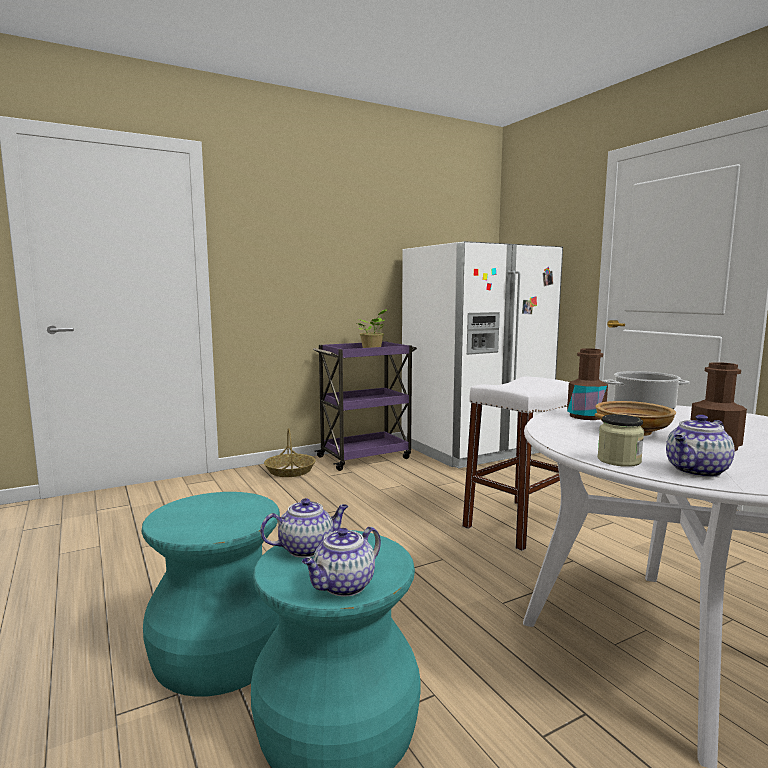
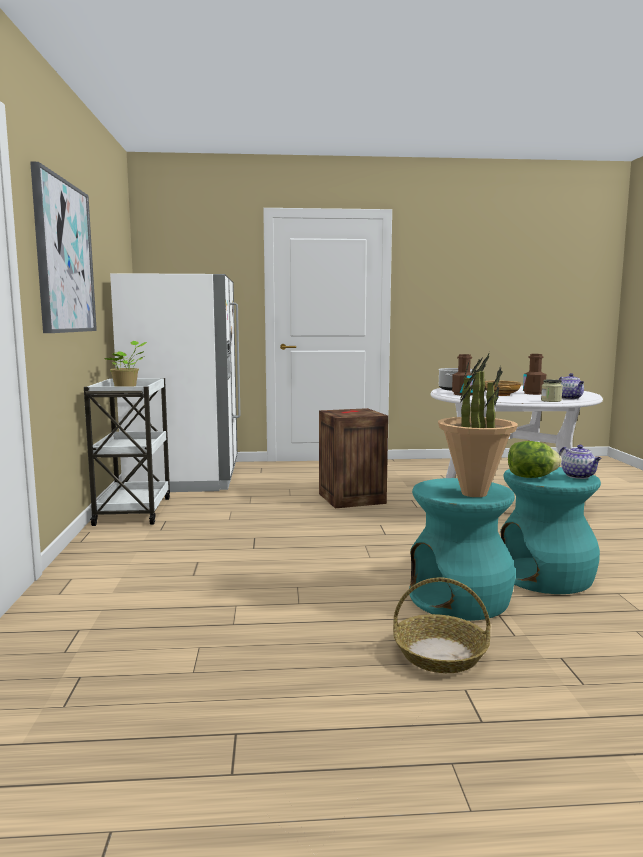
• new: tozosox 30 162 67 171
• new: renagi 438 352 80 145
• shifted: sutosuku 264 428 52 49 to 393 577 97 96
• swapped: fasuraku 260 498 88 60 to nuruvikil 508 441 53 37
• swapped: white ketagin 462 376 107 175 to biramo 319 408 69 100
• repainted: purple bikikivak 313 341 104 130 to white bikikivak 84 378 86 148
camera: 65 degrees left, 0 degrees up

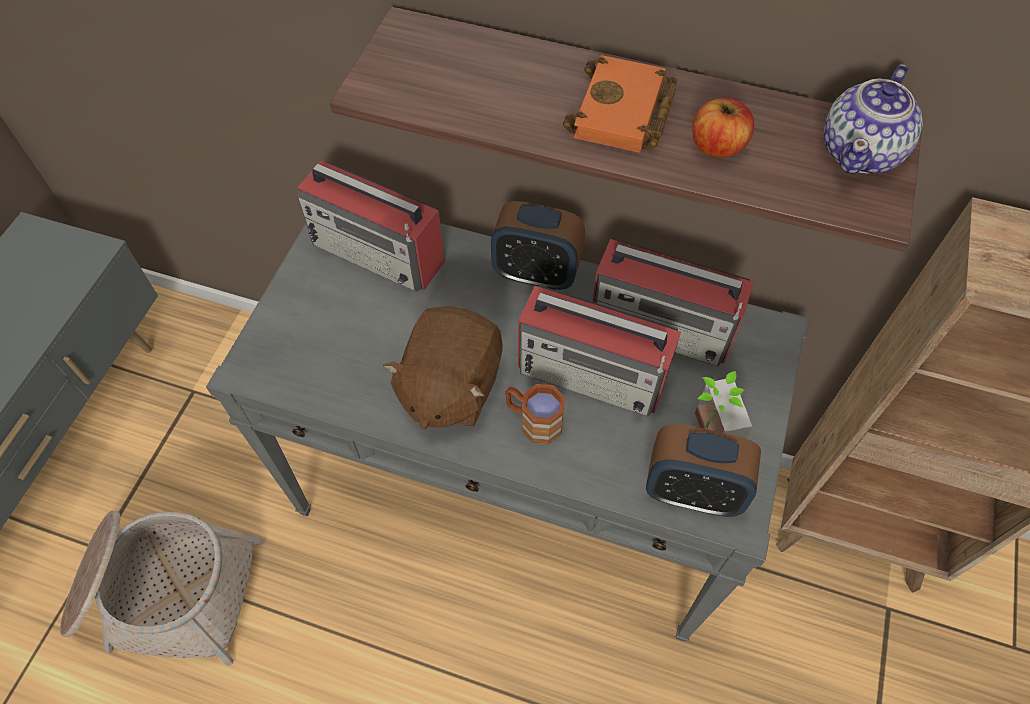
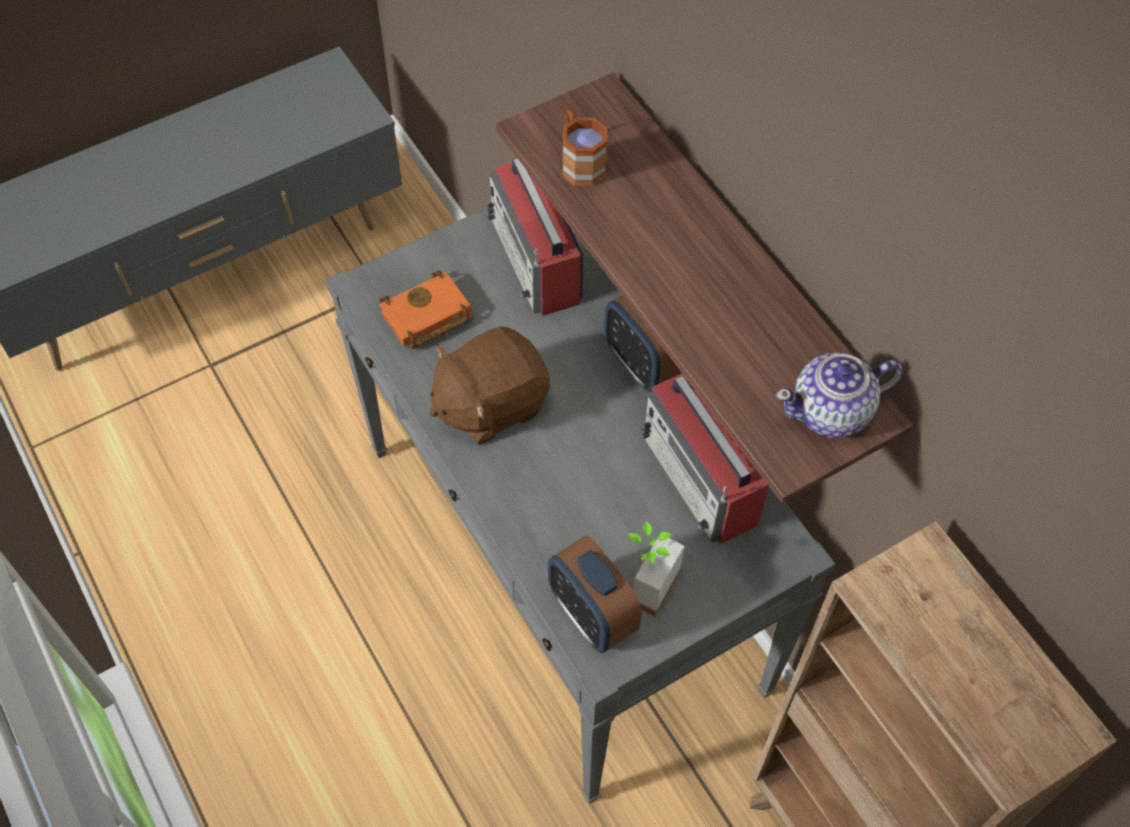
• gone: sutosuku 60 510 204 156
• gone: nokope 518 286 163 131
• gone: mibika 692 98 62 60
• shifted: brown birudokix 505 384 60 60 to 562 108 45 78
• shifted: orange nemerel 563 55 114 98 to 379 270 94 79
camera: 40 degrees right, 0 degrees up

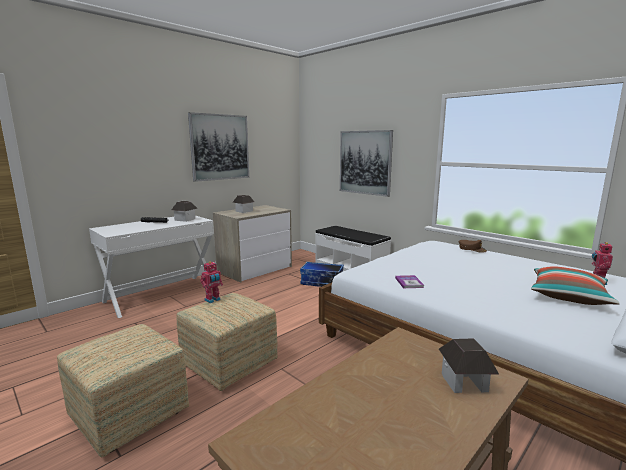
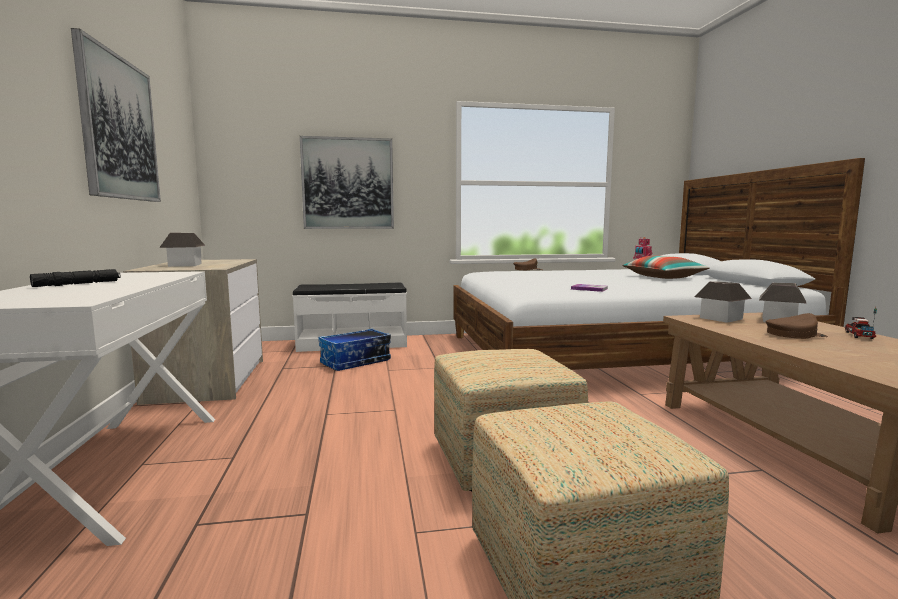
• gone: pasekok 200 261 23 42
• new: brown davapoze 766 313 62 26
• new: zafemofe 845 307 32 32
• shifted: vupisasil 172 201 25 21 to 694 282 58 41
camera: 55 degrees left, 5 degrees down

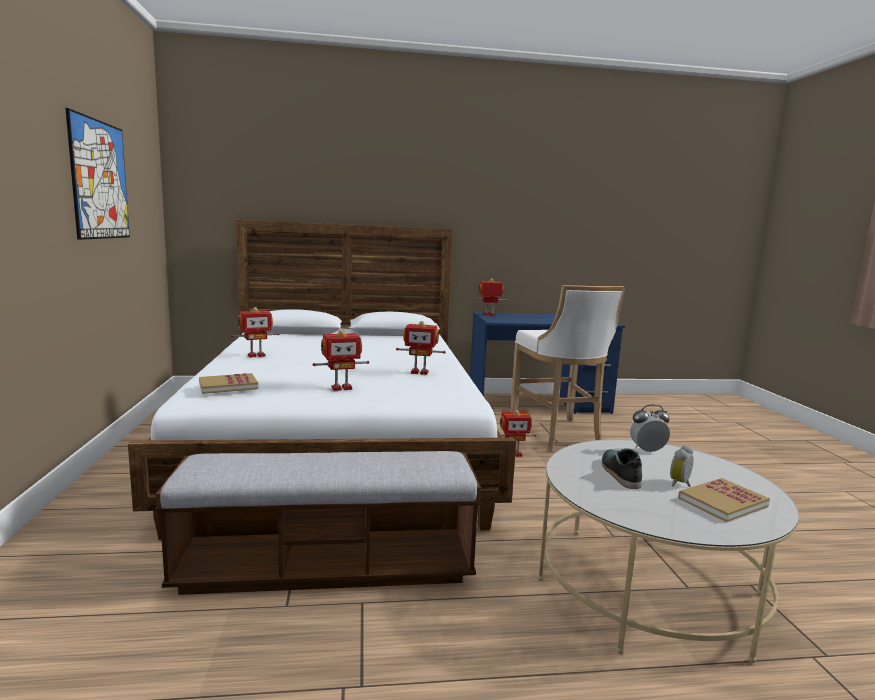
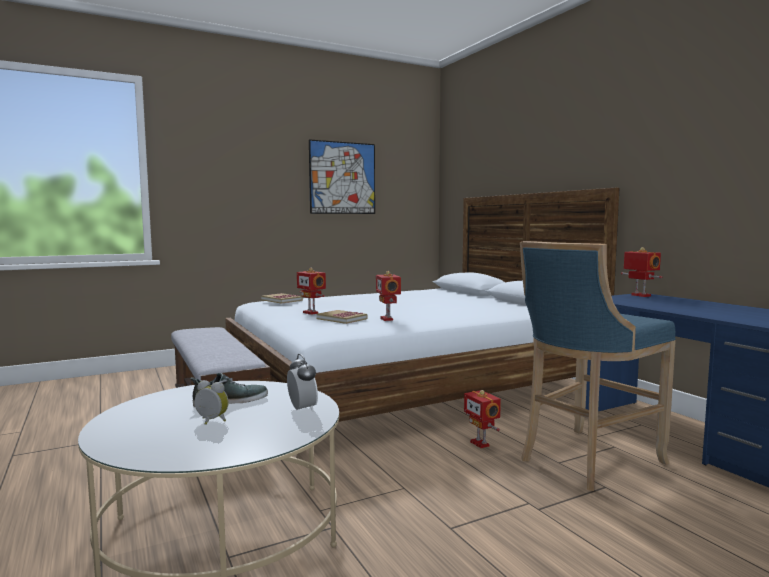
• gone: pasekok 231 307 48 51
• shifted: nemerel 678 478 92 44 to 316 310 52 14
• repainted: white ketagin 510 285 115 165 to blue ketagin 520 241 156 250
camera: 70 degrees right, 5 degrees down

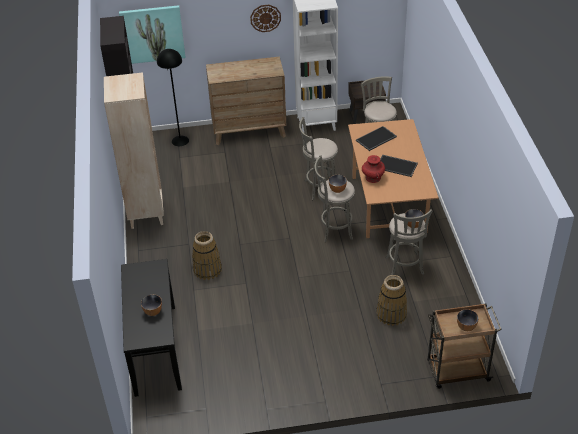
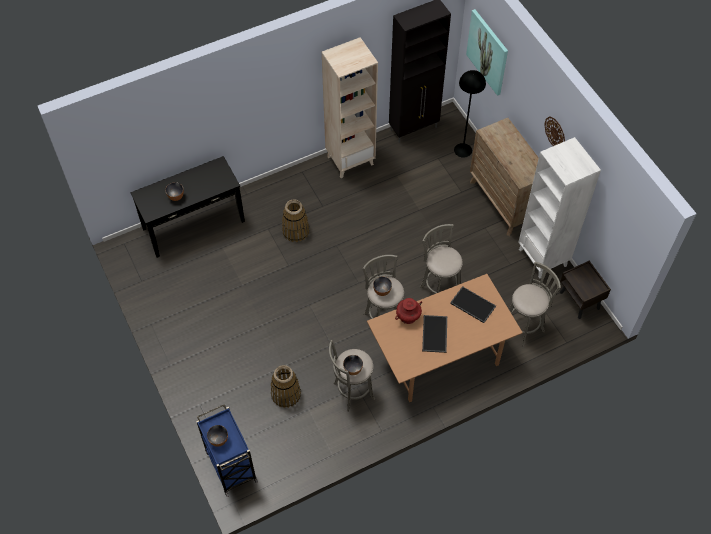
• repainted: brown bikikivak 427 303 75 86 to blue bikikivak 196 404 62 93
camera: 70 degrees right, 15 degrees up

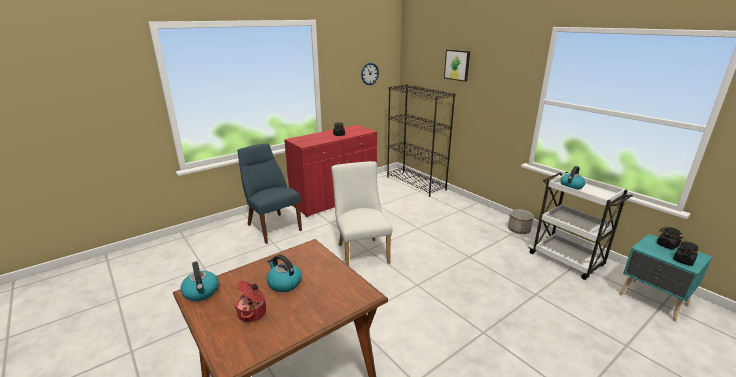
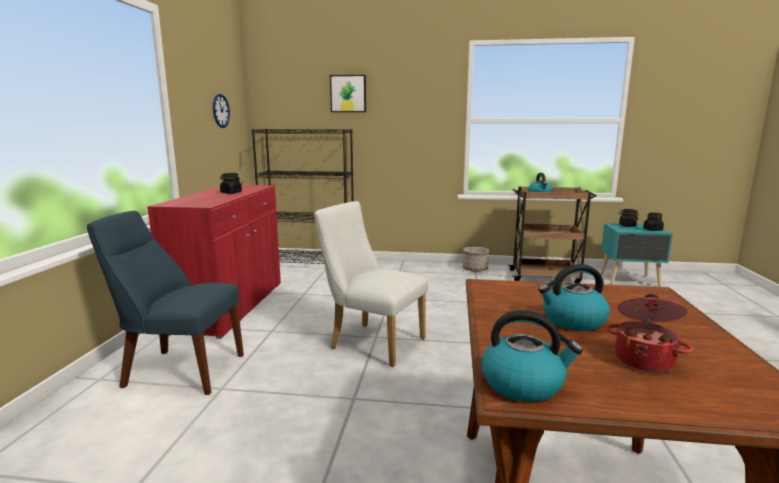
• repainted: white bikikivak 529 172 104 108 to brown bikikivak 508 186 89 98
camera: 45 degrees left, 10 degrees down

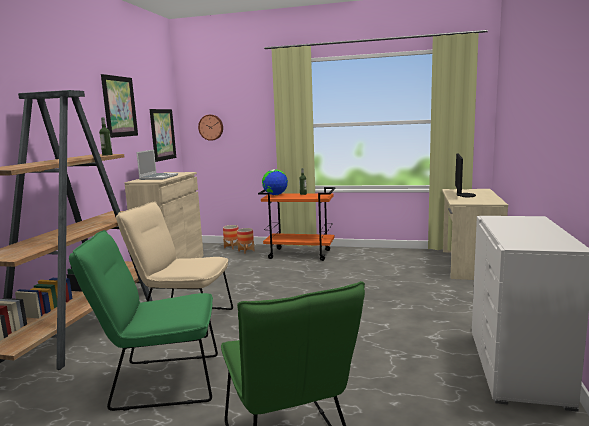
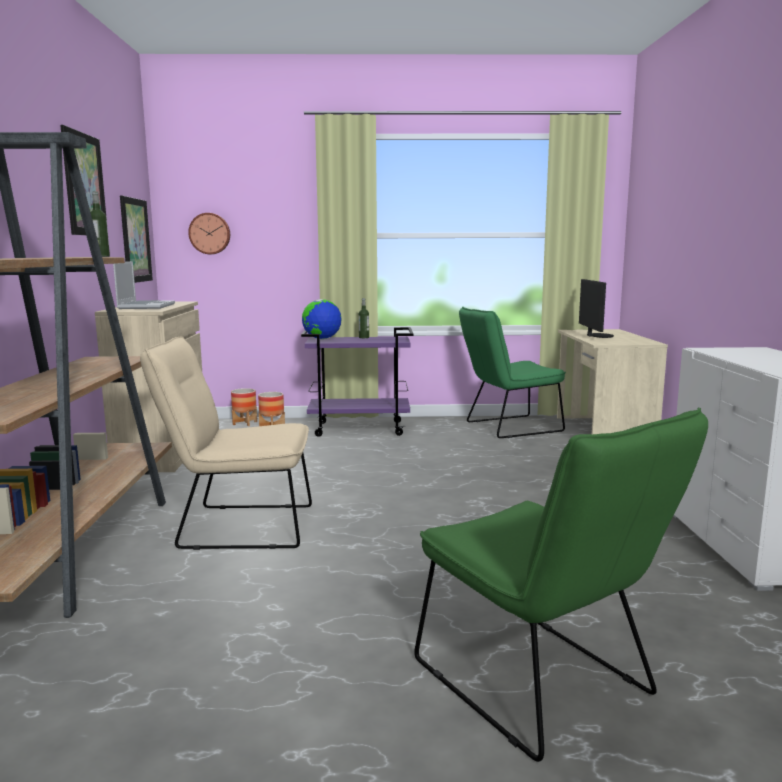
• shifted: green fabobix 69 230 149 181 to 459 307 107 131
• repainted: orange bikikivak 258 187 78 74 to purple bikikivak 301 327 112 110
camera: 15 degrees left, 0 degrees up

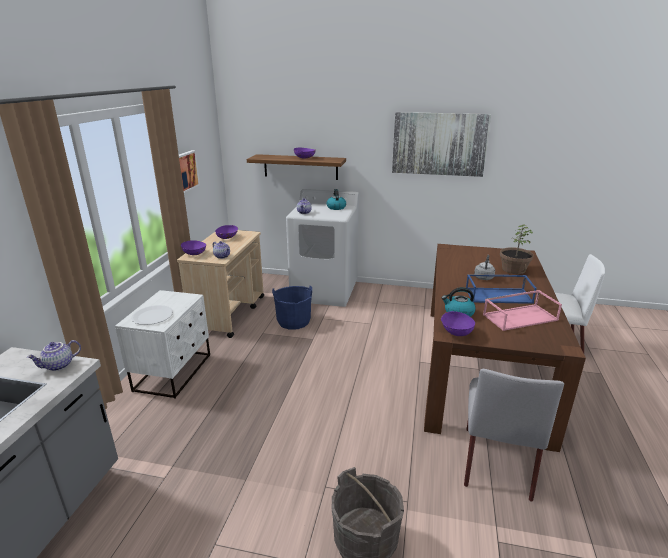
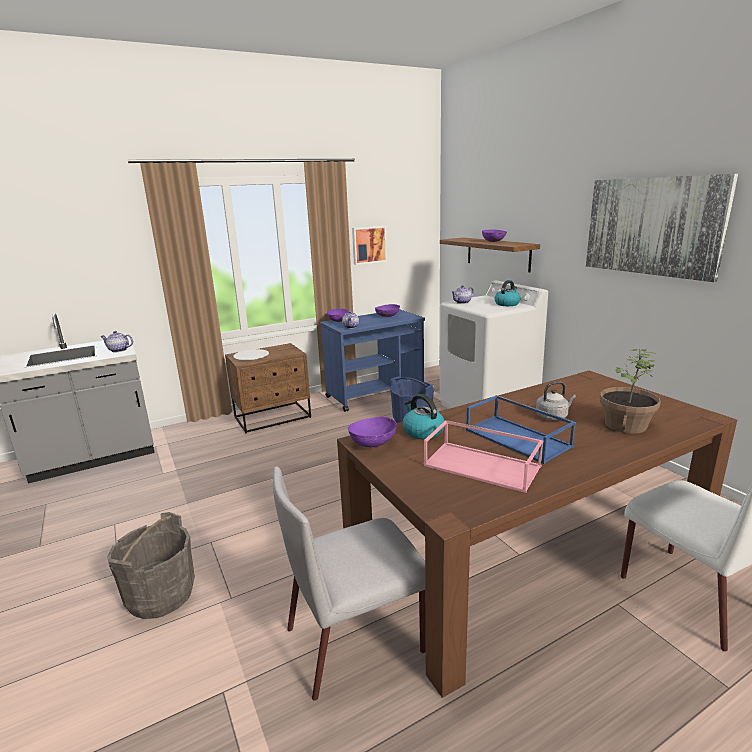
• repainted: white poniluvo 115 290 95 109 to brown poniluvo 225 343 86 90
• repainted: beige bikikivak 177 230 87 108 to blue bikikivak 320 309 105 103
camera: 50 degrees right, 5 degrees down

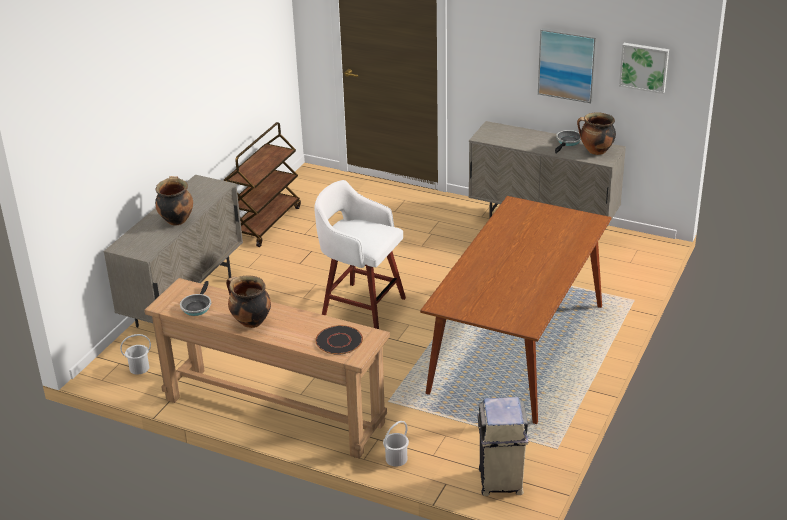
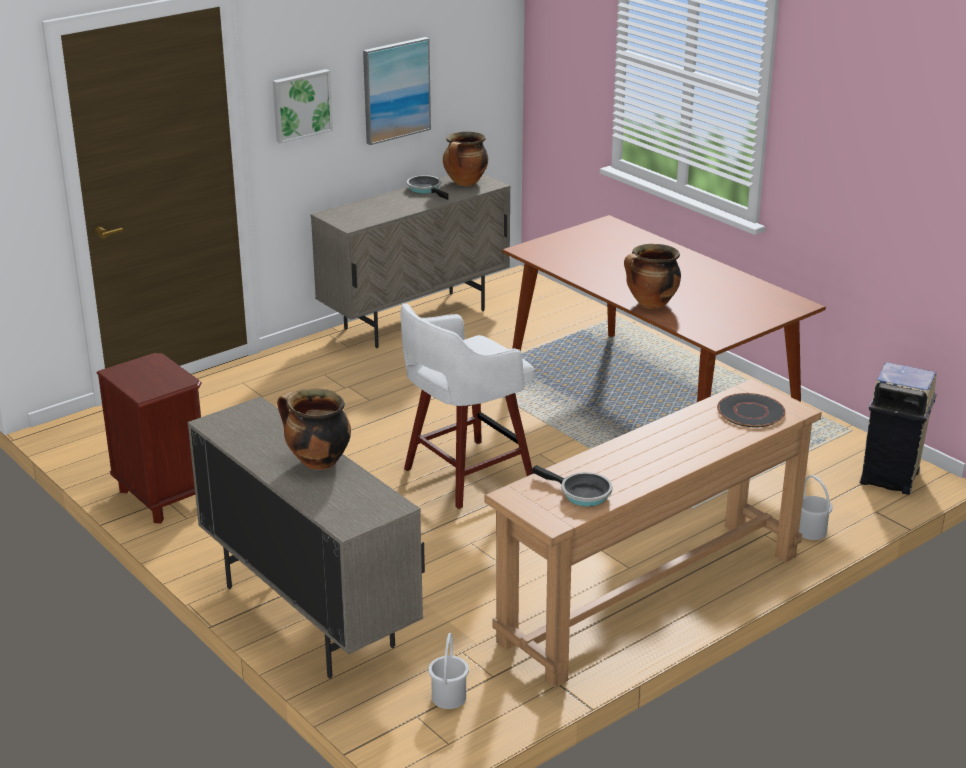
• shifted: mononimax 226 276 45 52 to 624 244 57 65
• shifted: tozosox 619 43 50 51 to 273 69 60 75
• swapped: brown bikikivak 224 122 77 125 to brown poniluvo 97 353 105 170
camera: 65 degrees left, 5 degrees down

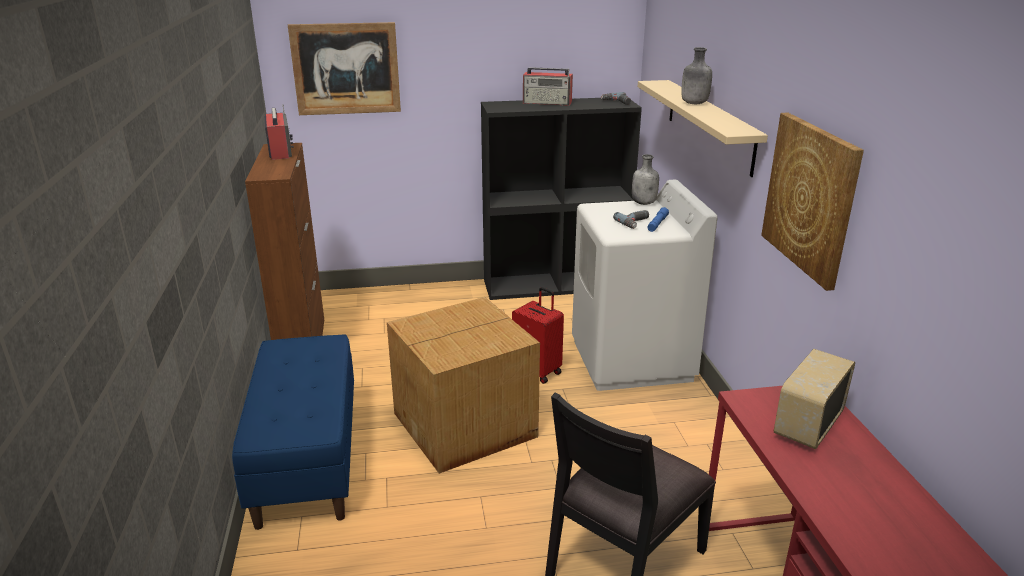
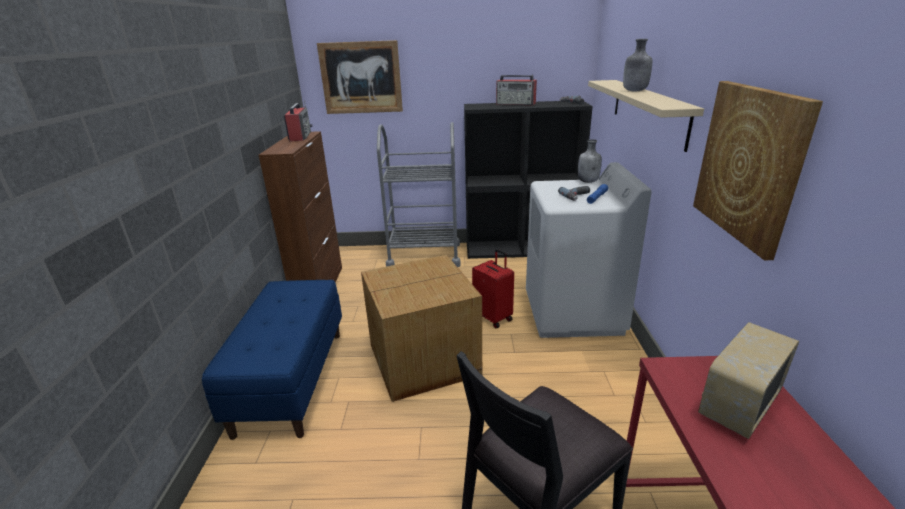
• new: grey bikikivak 377 122 84 145
camera: 10 degrees right, 0 degrees up

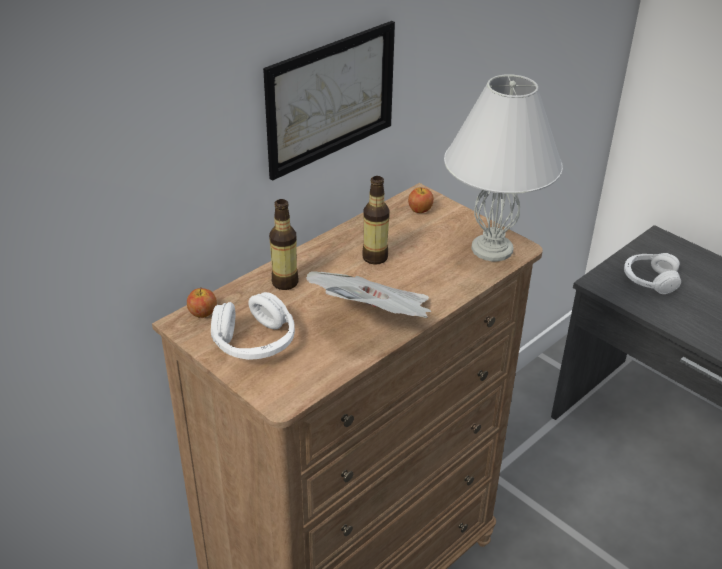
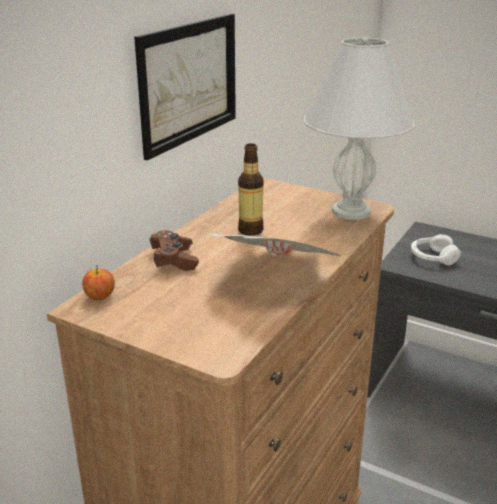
• gone: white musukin 211 292 84 68
• gone: mibika 408 187 26 26
• swapped: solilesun 269 199 29 91 to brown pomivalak 149 230 50 41
camera: 15 degrees left, 10 degrees down

